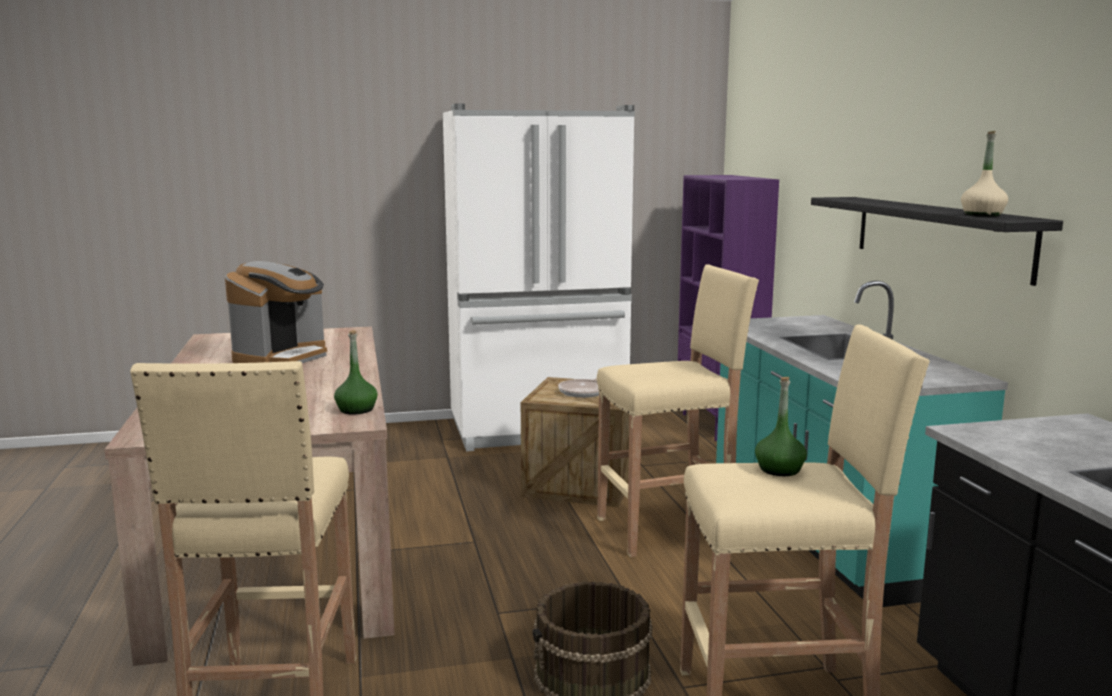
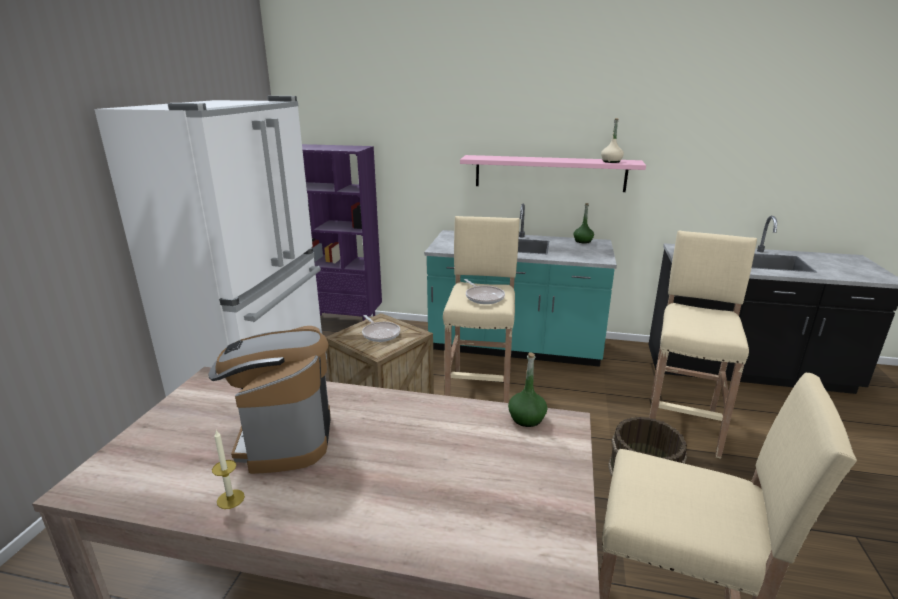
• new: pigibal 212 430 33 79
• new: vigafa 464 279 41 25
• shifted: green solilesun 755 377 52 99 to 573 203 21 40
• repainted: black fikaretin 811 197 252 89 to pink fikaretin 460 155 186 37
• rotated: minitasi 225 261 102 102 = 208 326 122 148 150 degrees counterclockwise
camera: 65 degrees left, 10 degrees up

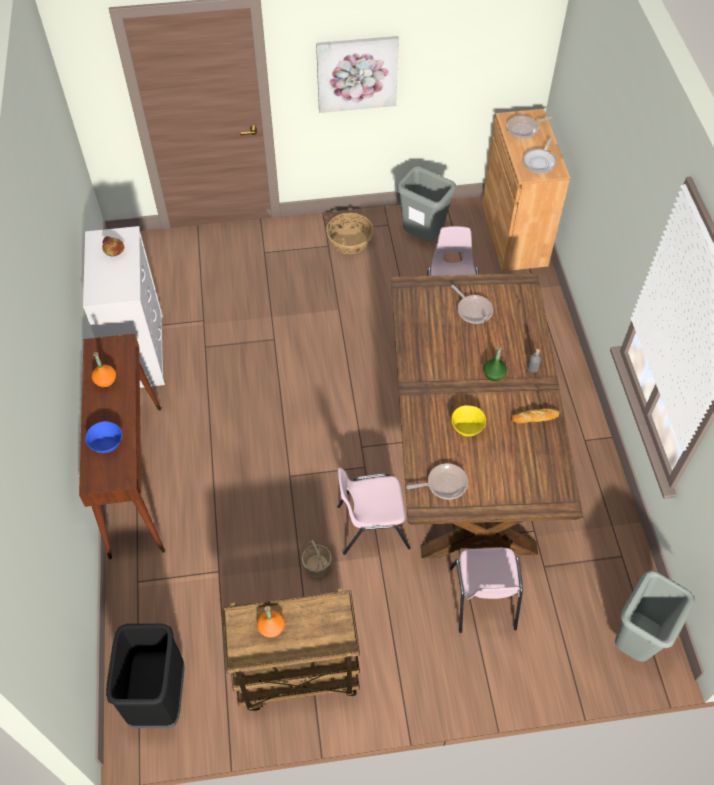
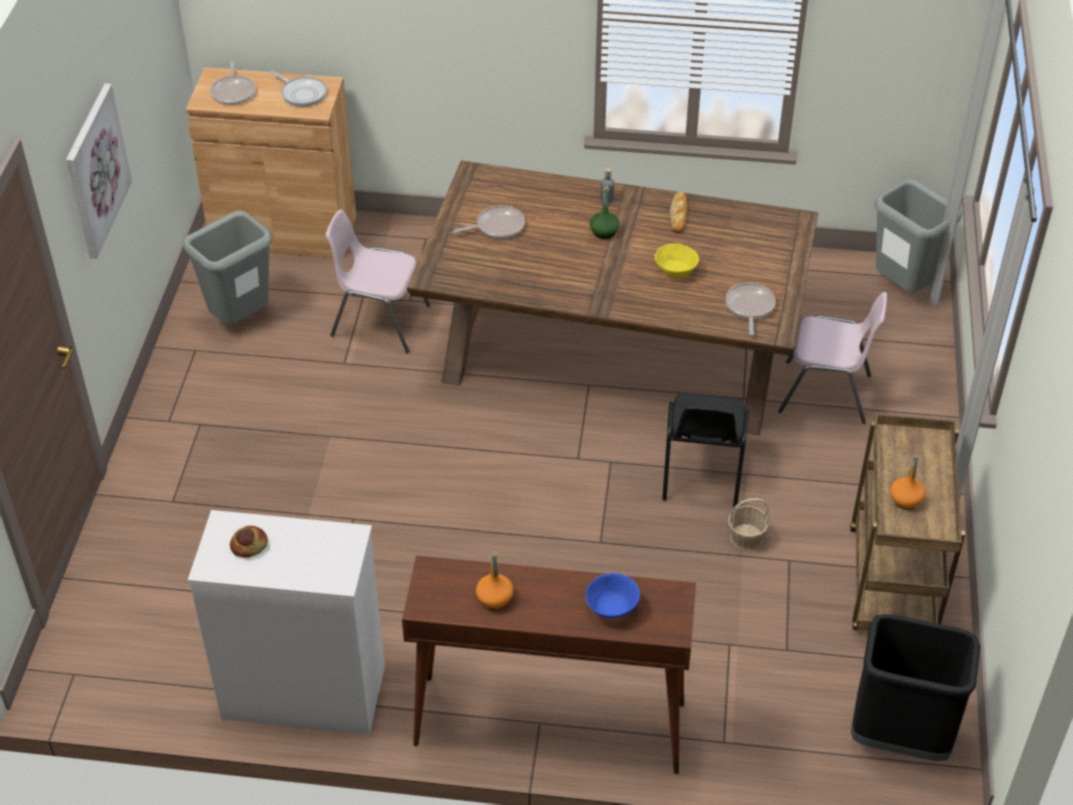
• gone: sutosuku 326 213 48 41
• repainted: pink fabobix 337 468 74 87 to black fabobix 662 393 88 115
camera: 75 degrees left, 10 degrees down

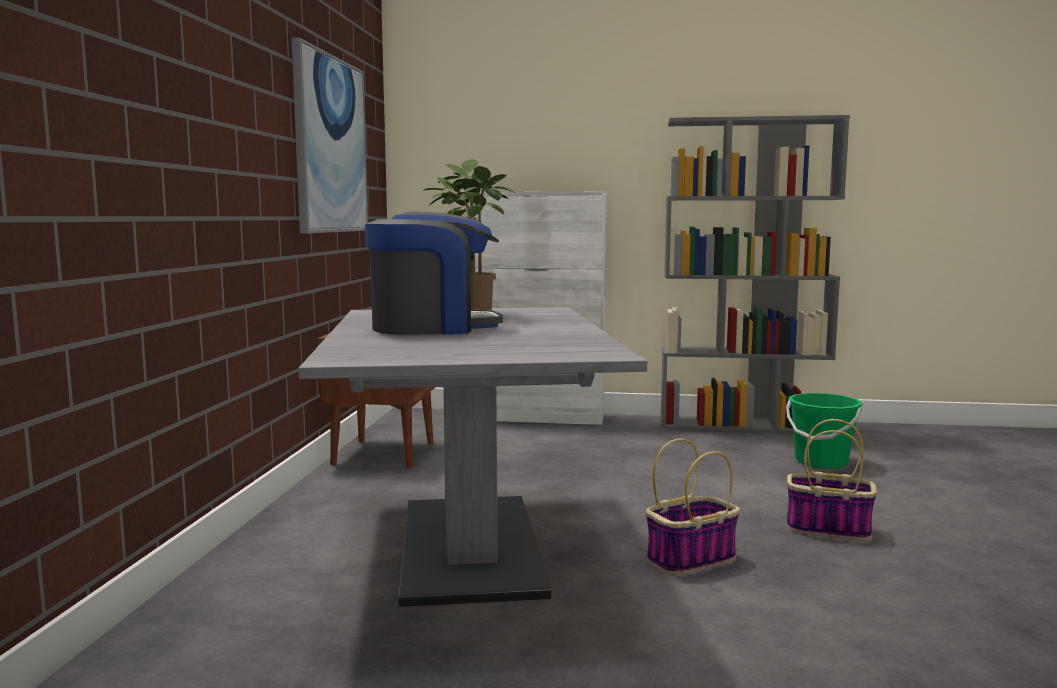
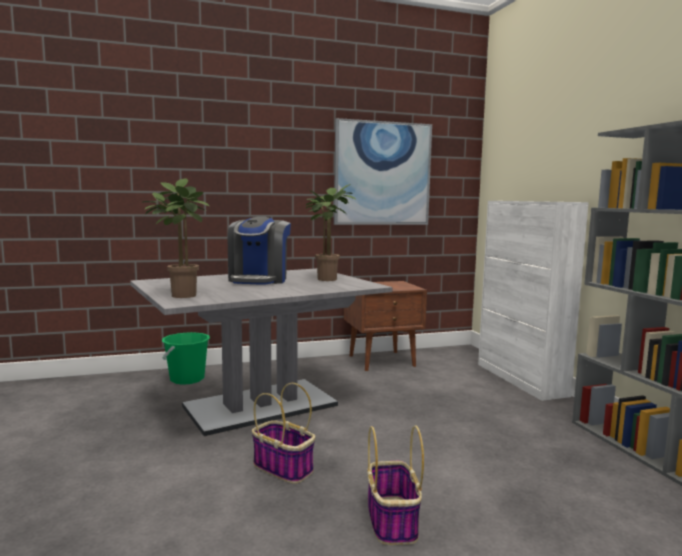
• new: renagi 143 178 66 120
• shifted: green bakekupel 786 393 77 76 to 162 332 48 53
• rotated: minitasi 365 212 138 123 = 227 216 64 69 45 degrees clockwise
camera: 65 degrees right, 0 degrees up

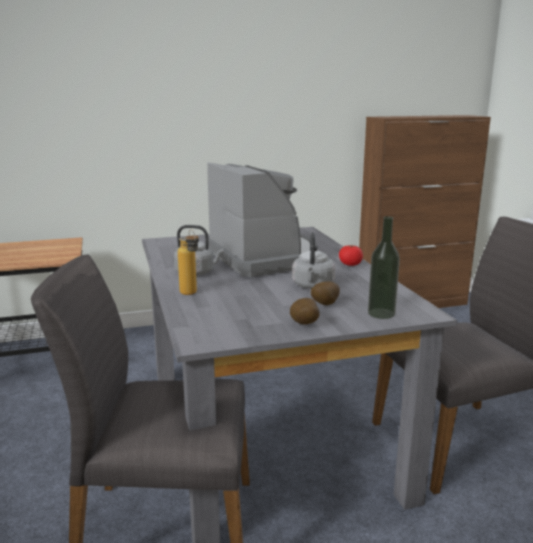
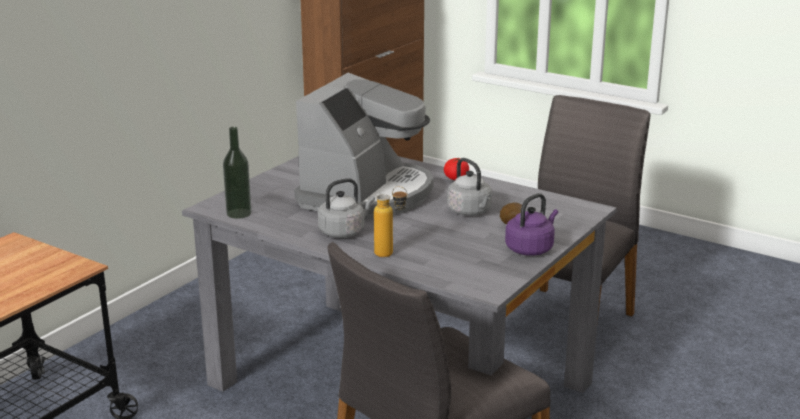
• shifted: solilesun 368 216 32 103 to 223 127 28 92
• swapped: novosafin 290 298 30 27 to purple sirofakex 505 193 53 63
• rotated: minitasi 207 162 110 115 = 294 73 140 146 90 degrees clockwise
camera: 40 degrees left, 5 degrees up

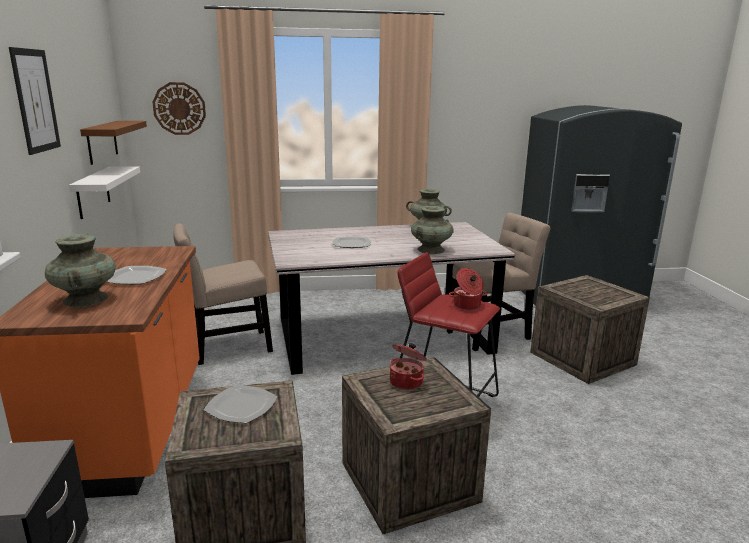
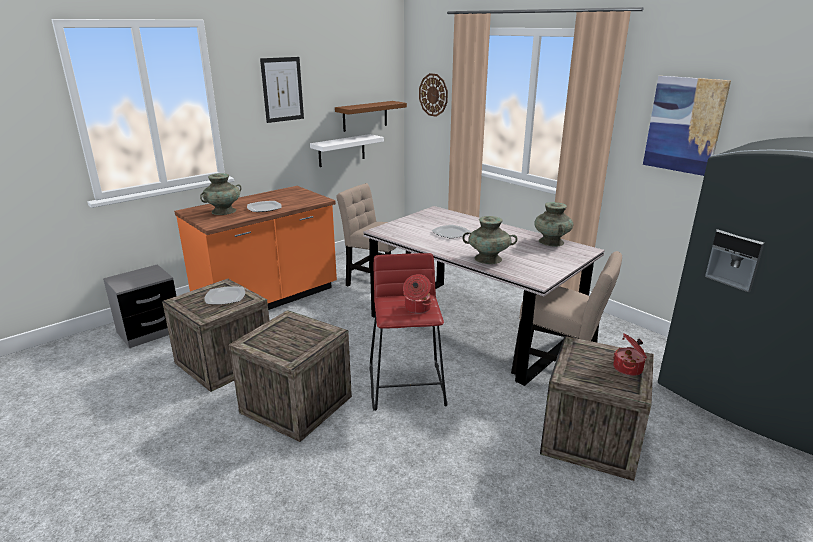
• new: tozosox 643 76 88 100
• shifted: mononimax 390 343 37 47 to 613 333 34 43
camera: 55 degrees right, 5 degrees up

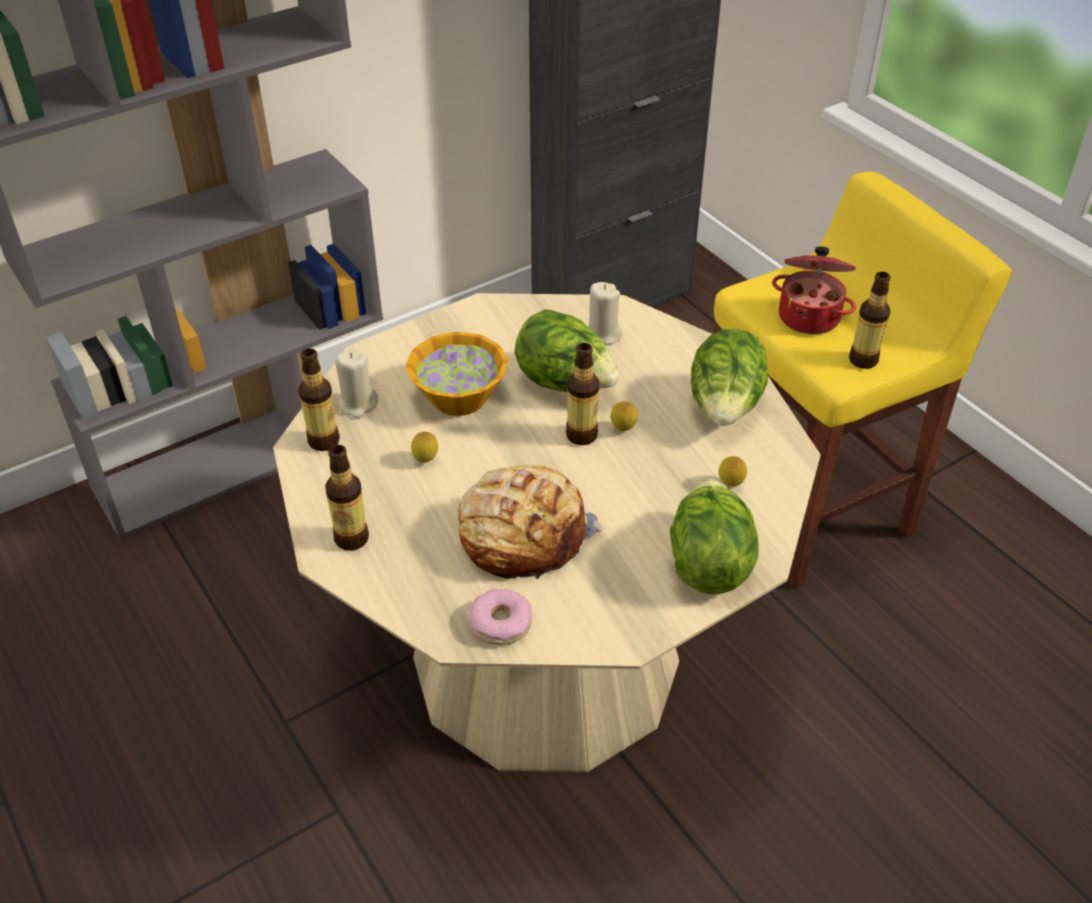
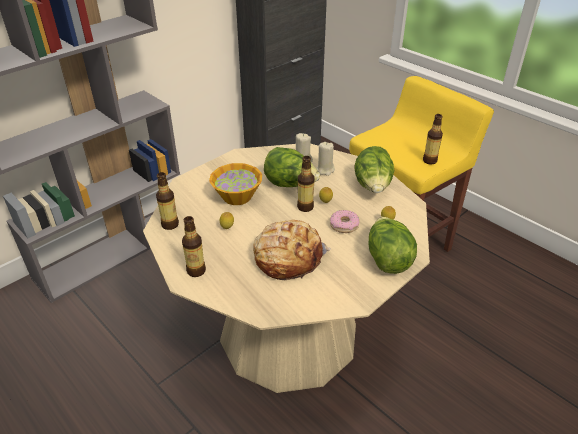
• gone: mononimax 772 246 84 88
• shifted: beige pigibal 335 349 43 70 to 316 142 19 34
• shifted: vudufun 468 589 64 56 to 330 210 29 23
camera: 10 degrees left, 5 degrees down

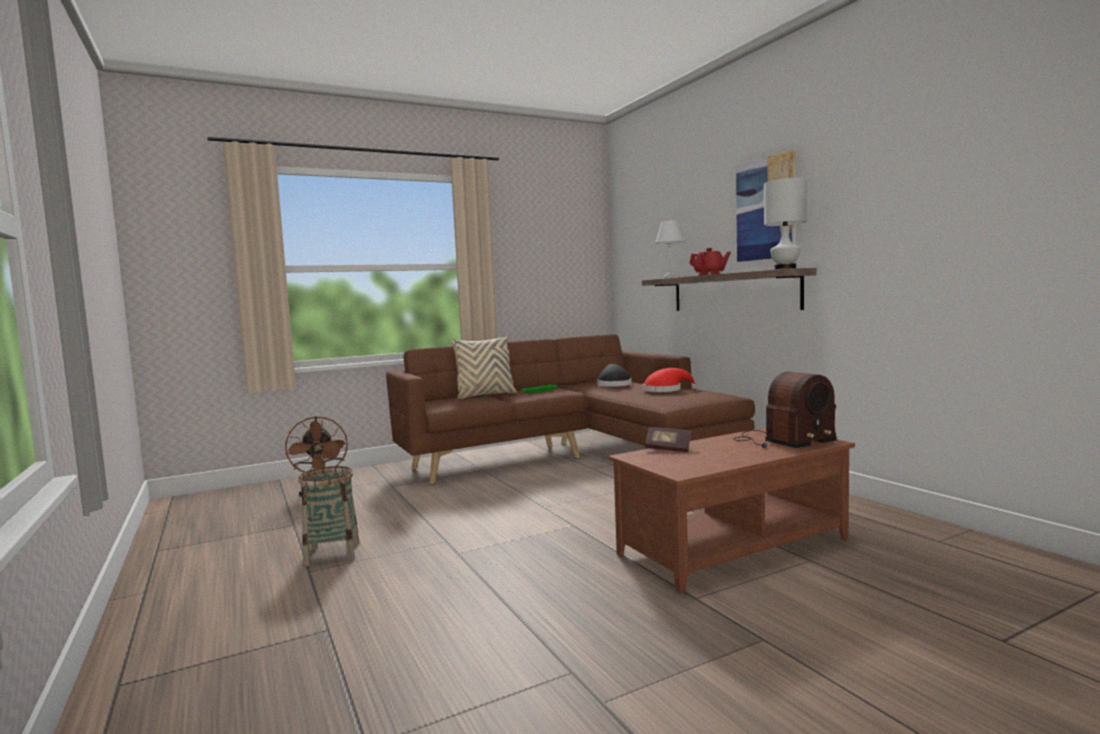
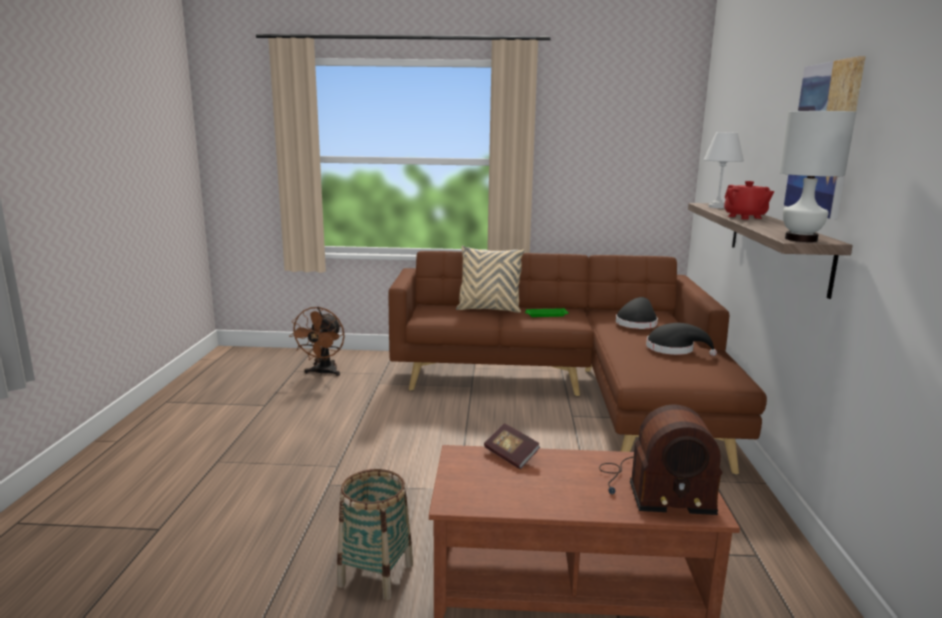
• shifted: sutosuku 298 466 61 100 to 337 469 76 131
• repainted: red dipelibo 643 368 55 24 to black dipelibo 646 323 71 33
camera: 30 degrees right, 10 degrees up

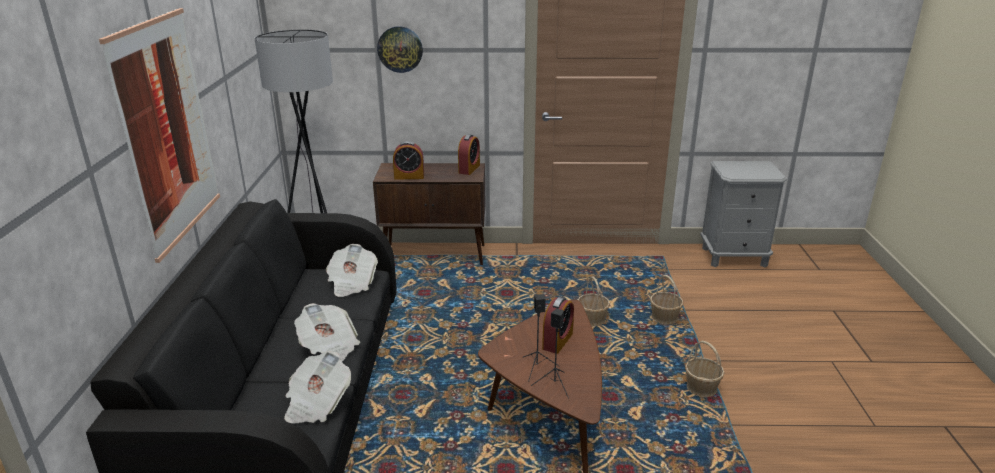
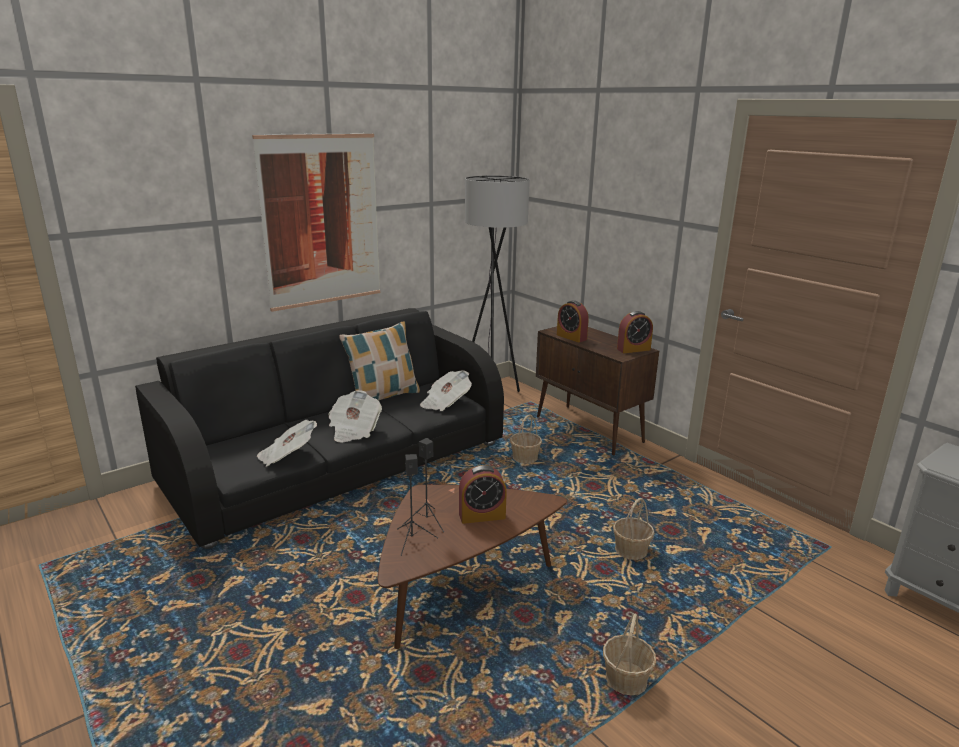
• gone: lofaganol 377 26 46 47
• new: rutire 339 321 81 80
• shifted: sutosuku 650 275 33 49 to 510 414 32 49
camera: 50 degrees right, 5 degrees down

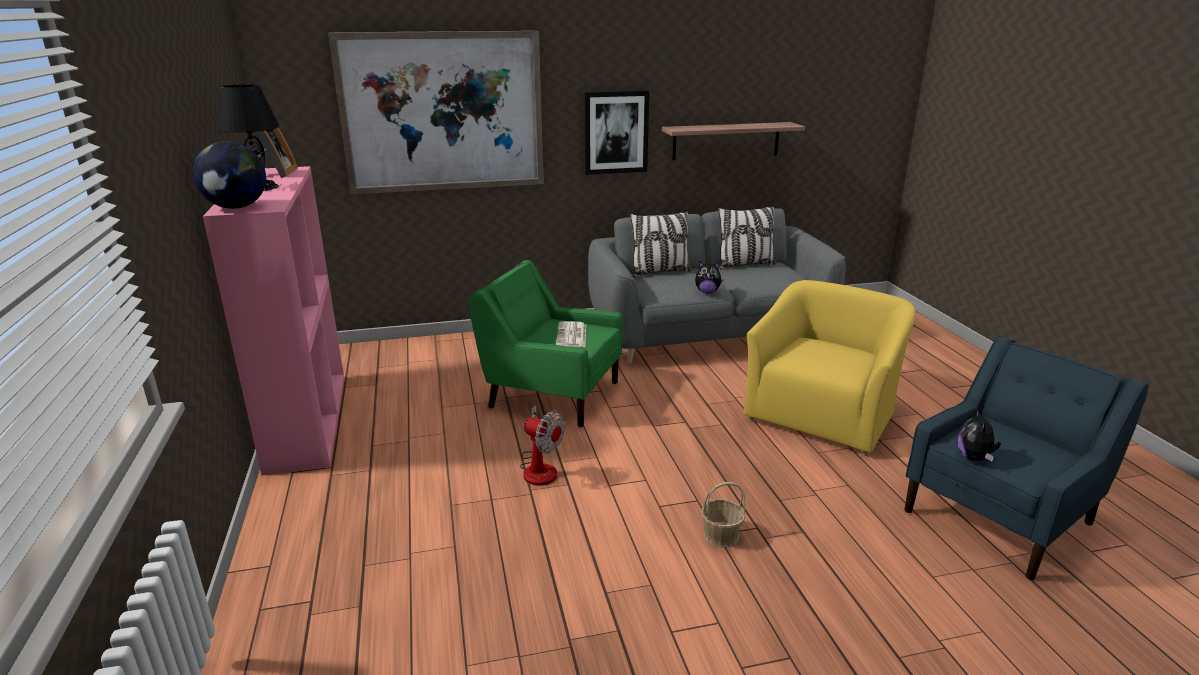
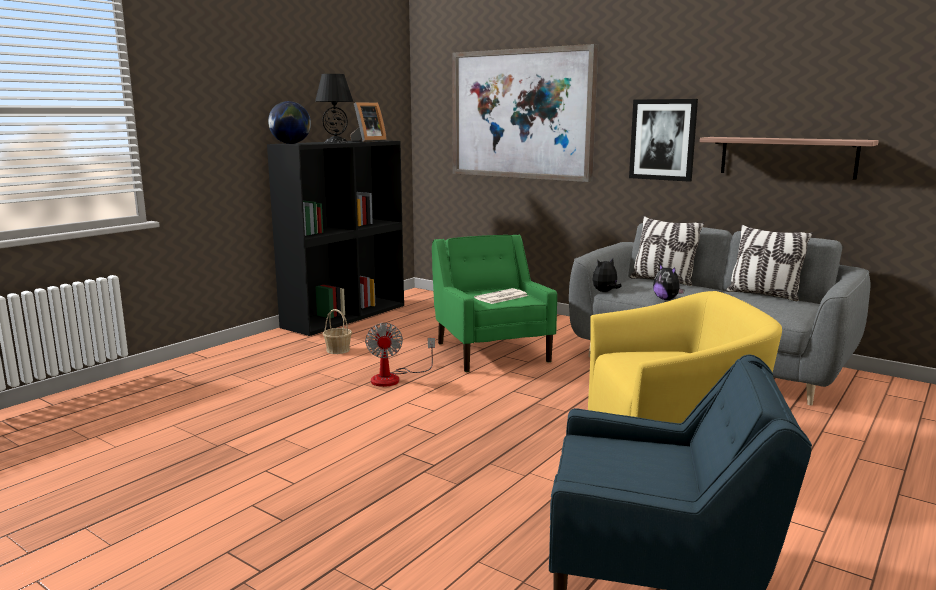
• shifted: sutosuku 701 482 45 65 to 323 309 29 45
• shifted: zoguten 958 408 43 53 to 592 259 30 33
• repainted: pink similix 203 166 141 310 to black similix 267 140 137 196
camera: 50 degrees right, 10 degrees down

